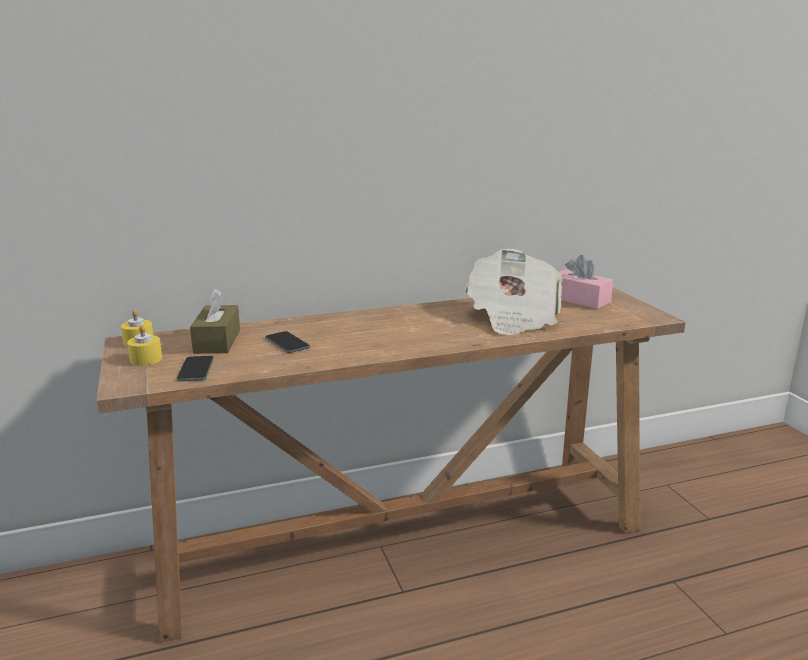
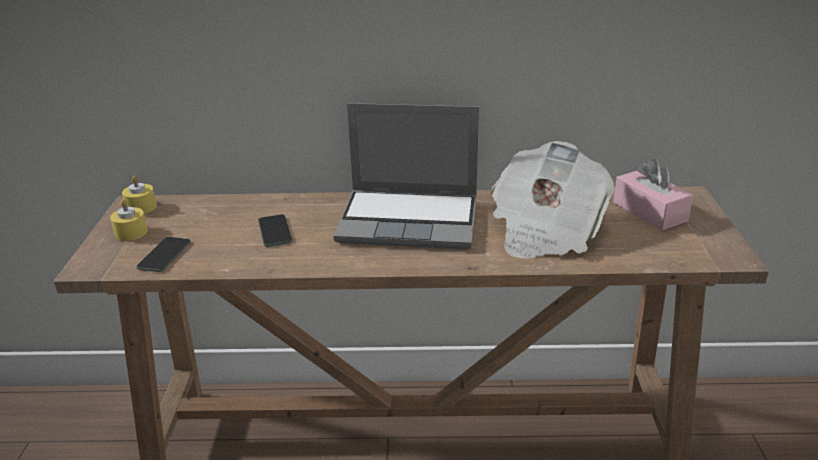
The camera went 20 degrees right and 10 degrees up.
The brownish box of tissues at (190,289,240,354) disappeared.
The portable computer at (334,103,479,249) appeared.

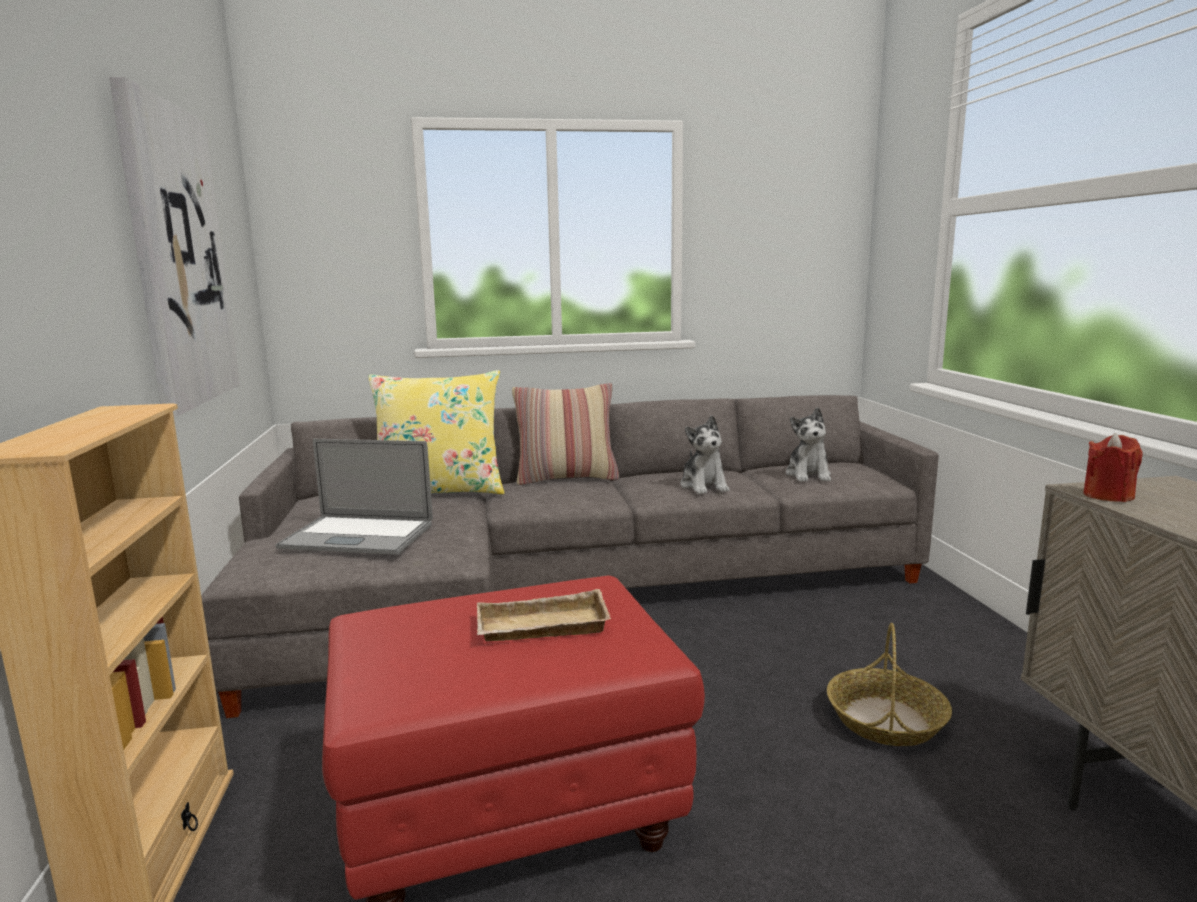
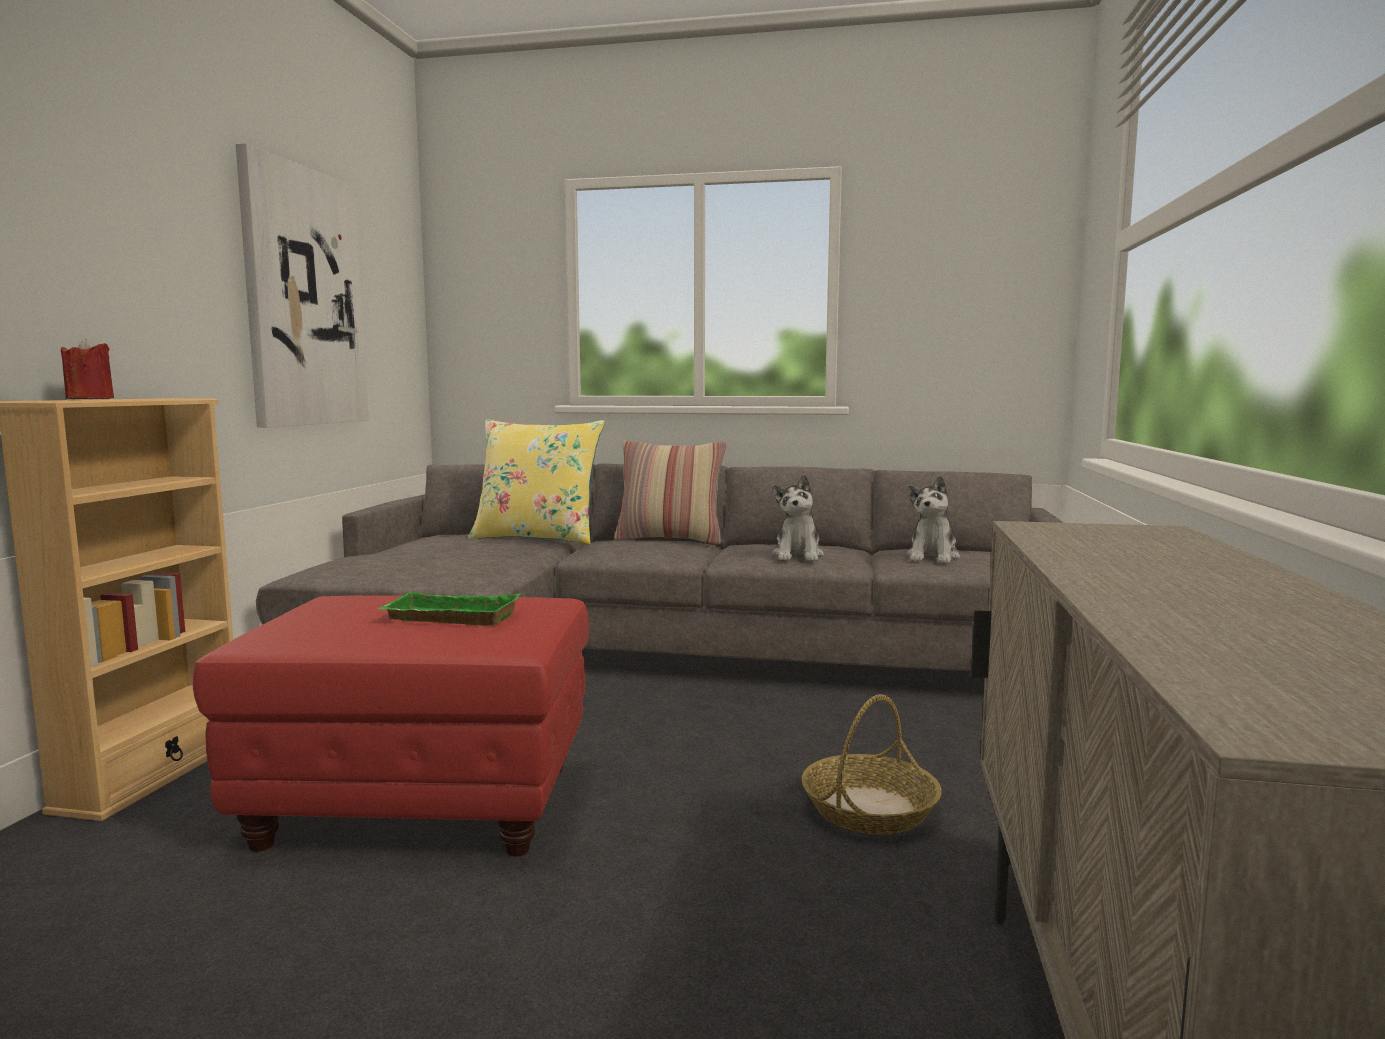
The camera went 20 degrees right and 5 degrees down.
The portable computer at (276,439,433,555) disappeared.
The red wax candle moved from (1083,433,1143,502) to (61,339,114,399).
The sand-coloured serving tray at (477,589,611,641) became the greenish serving tray at (378,592,520,626).

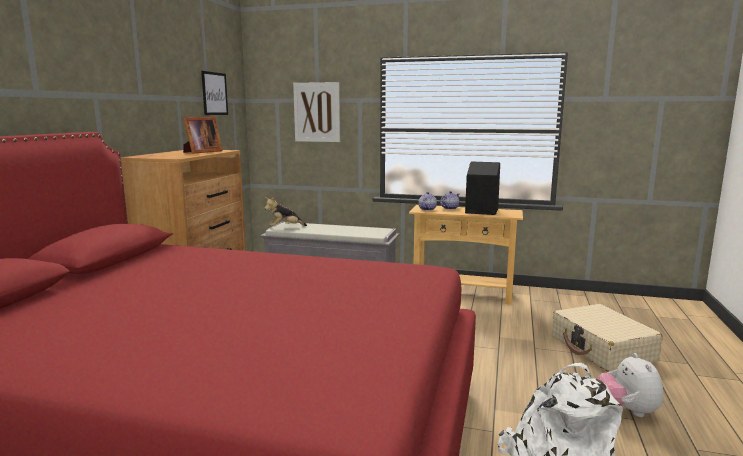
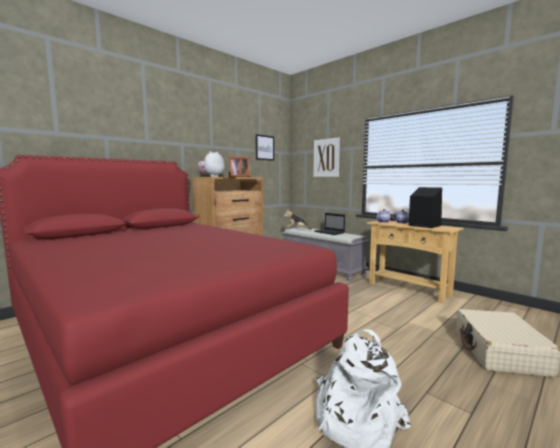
The camera went 30 degrees right and 5 degrees down.
The portable computer at (315,213,345,235) appeared.
The plush toy moved from (597,353,663,417) to (198,151,224,177).

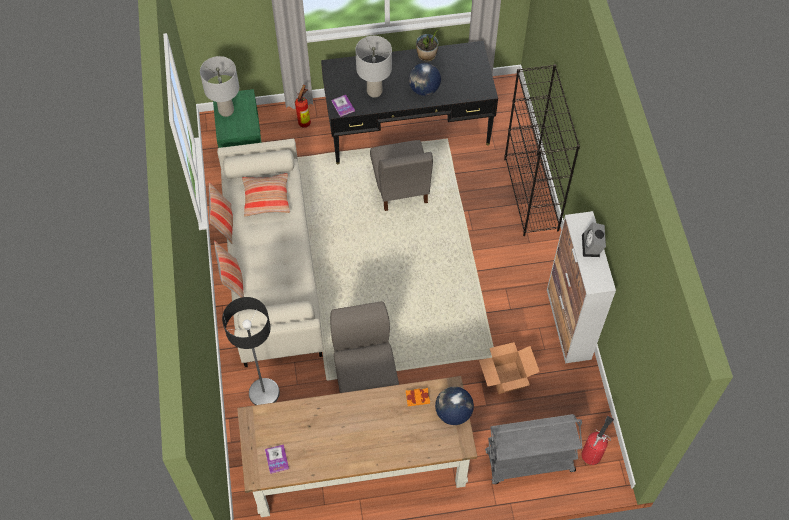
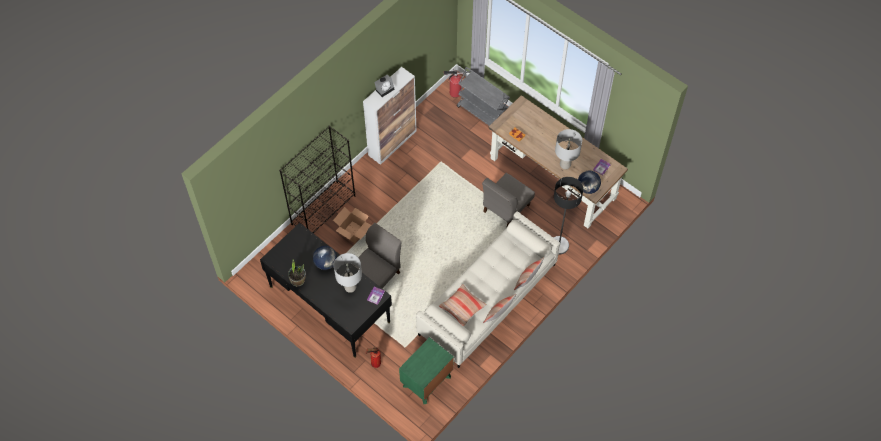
The camera went 130 degrees left and 0 degrees up.
The grey table lamp moved from (200,56,239,117) to (555,129,582,170).
The desk globe moved from (435,386,474,425) to (578,171,601,194).
The carton moved from (479,342,540,394) to (333,207,371,243).

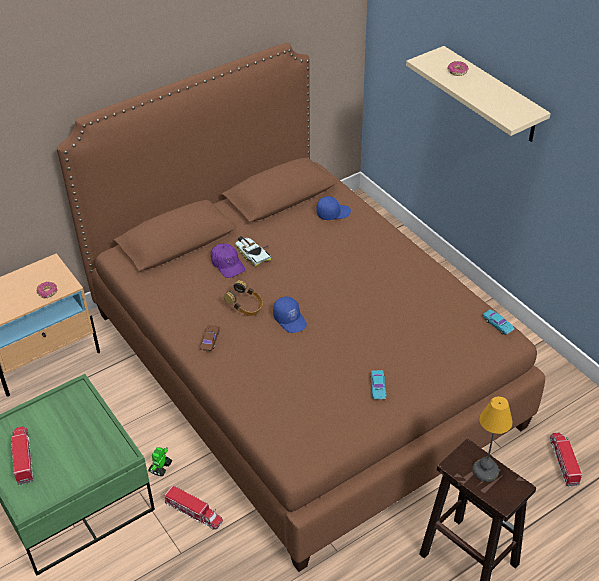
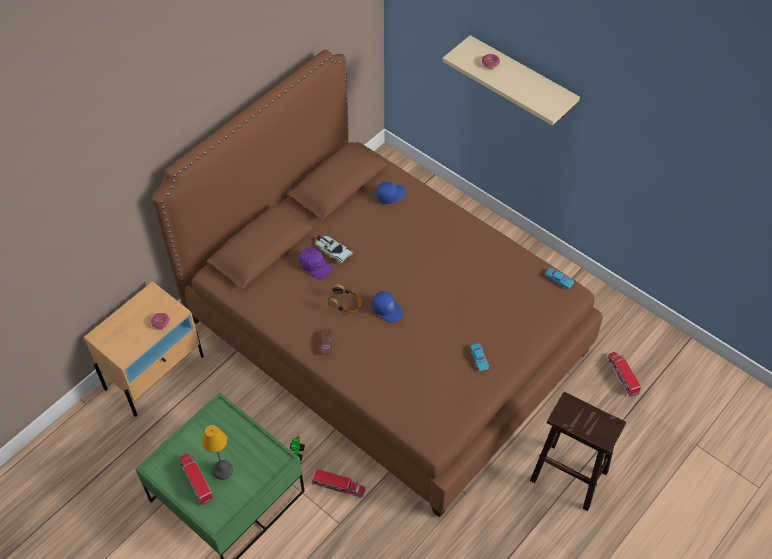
The camera went 15 degrees left and 10 degrees up.
The table lamp moved from (472,396,513,482) to (202,425,233,480).

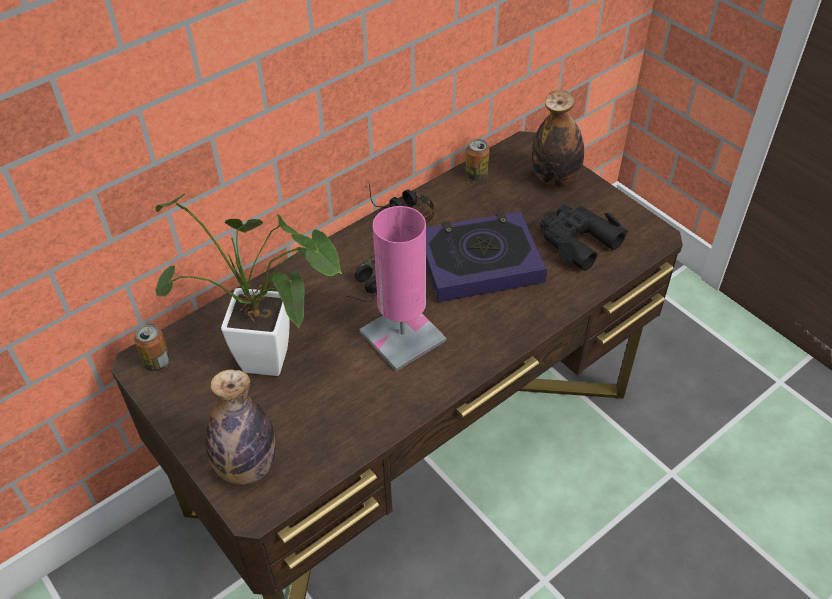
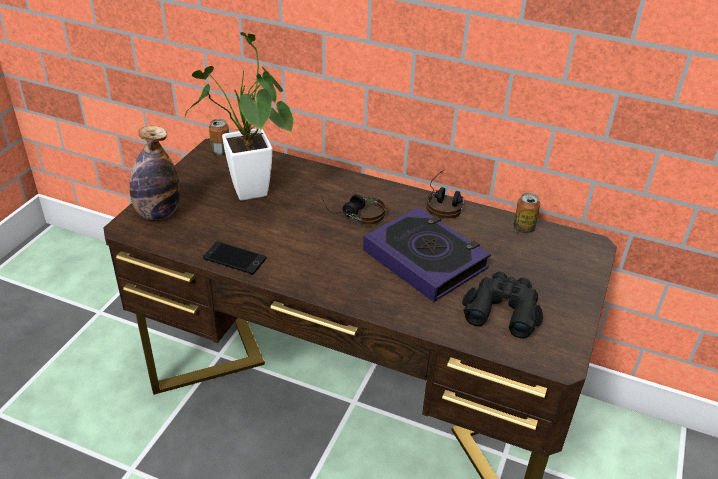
The camera went 60 degrees right and 10 degrees down.
The pink-coloured table lamp at (359,206,446,371) disappeared.
The drink bottle at (532,90,584,187) disappeared.
The telephone at (203,242,266,274) appeared.

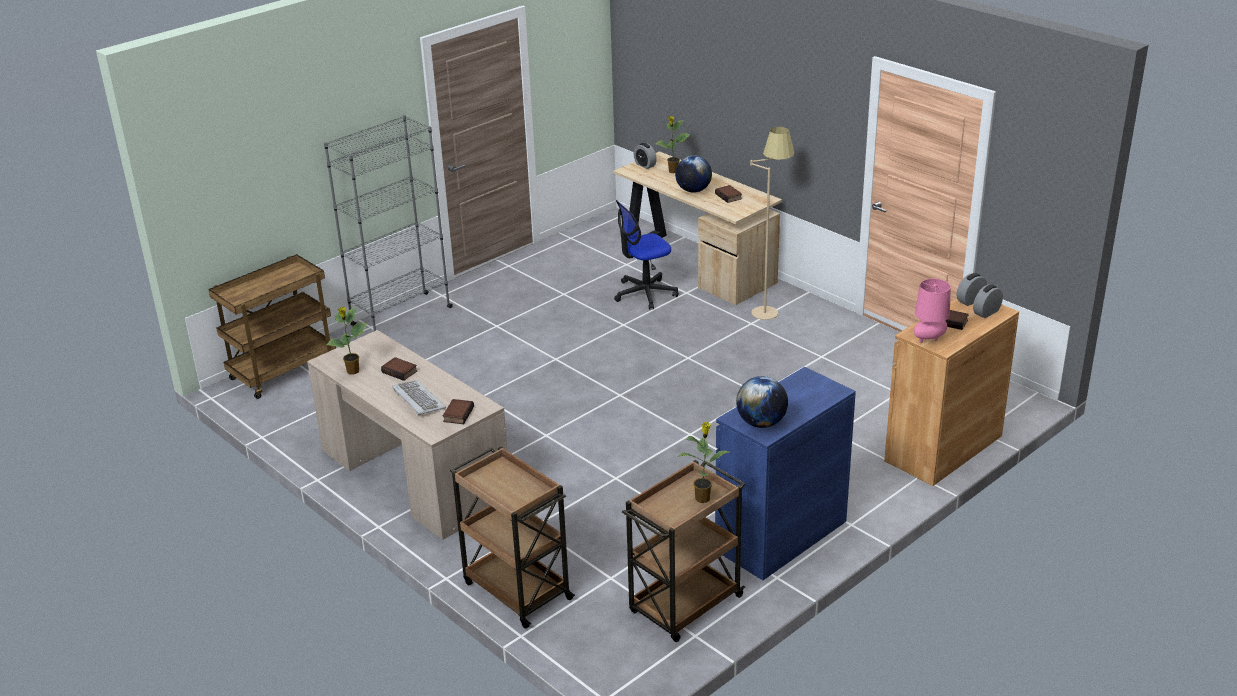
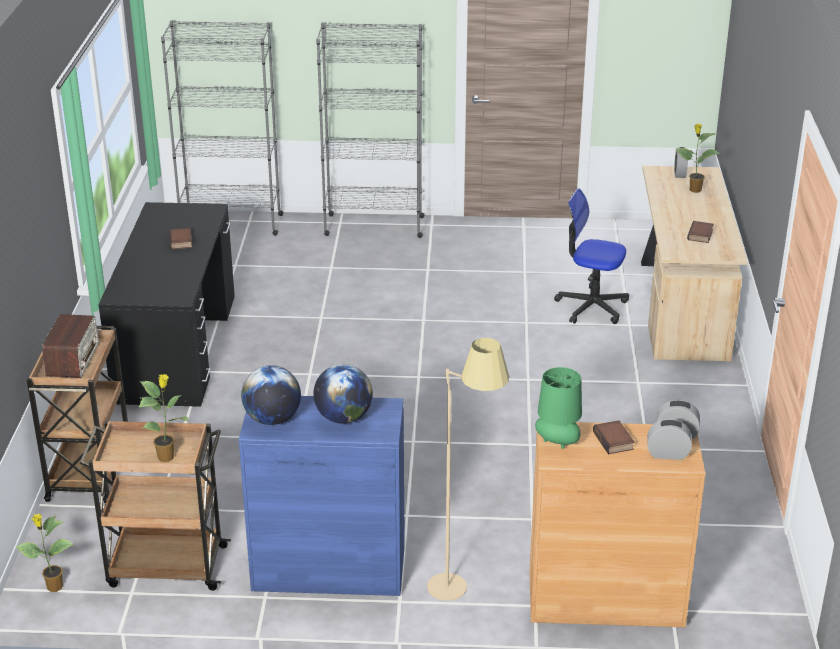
The camera went 45 degrees right and 0 degrees up.
The PC keyboard at (392,380,446,415) disappeared.
The book at (443,399,474,424) disappeared.
The radio set at (42,314,99,378) appeared.
The potted plant moved from (327,307,367,375) to (15,514,74,592).
The desk globe moved from (675,155,712,193) to (313,364,373,424).
The sand-coloured floor lamp moved from (750,127,794,320) to (427,338,509,601).
The brownish cart at (208,254,336,399) was replaced by the grey bookcase at (161,20,284,236).
The sand-coloured desk table at (307,330,508,540) became the blackish desk table at (98,202,235,407).
The pink-coloured table lamp at (914,279,951,343) became the greenish table lamp at (535,367,582,449).

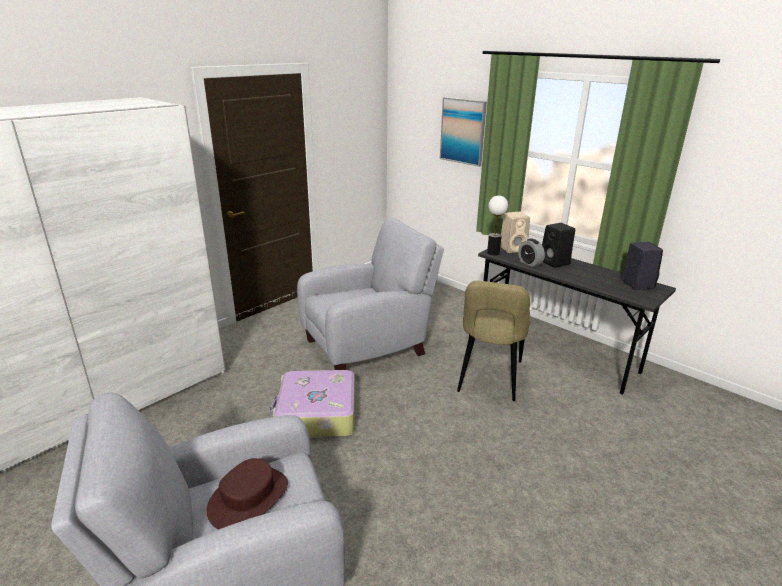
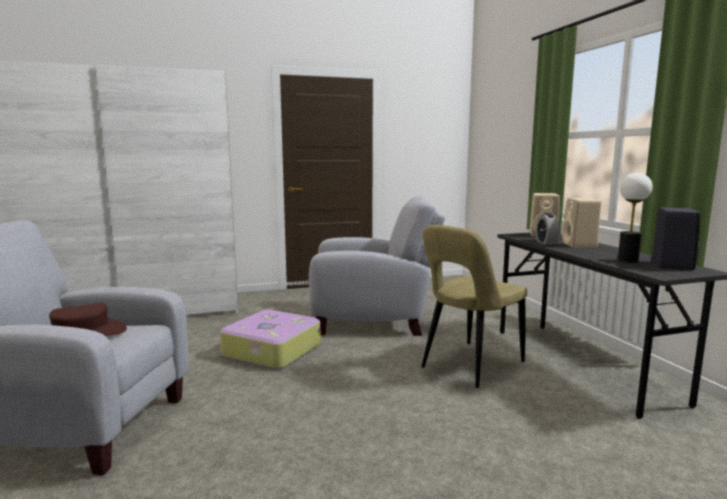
The camera went 30 degrees right and 15 degrees down.
The wall art at (440,97,487,167) disappeared.
The table lamp moved from (487,196,508,255) to (618,173,652,262).
The blackish loudspeaker at (542,223,575,268) became the sand-coloured loudspeaker at (562,198,601,248).

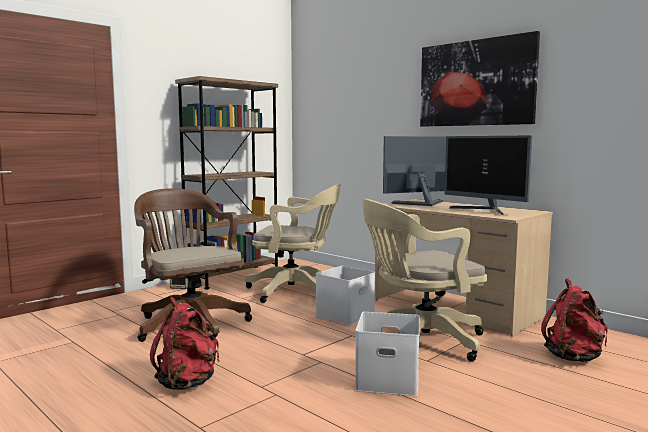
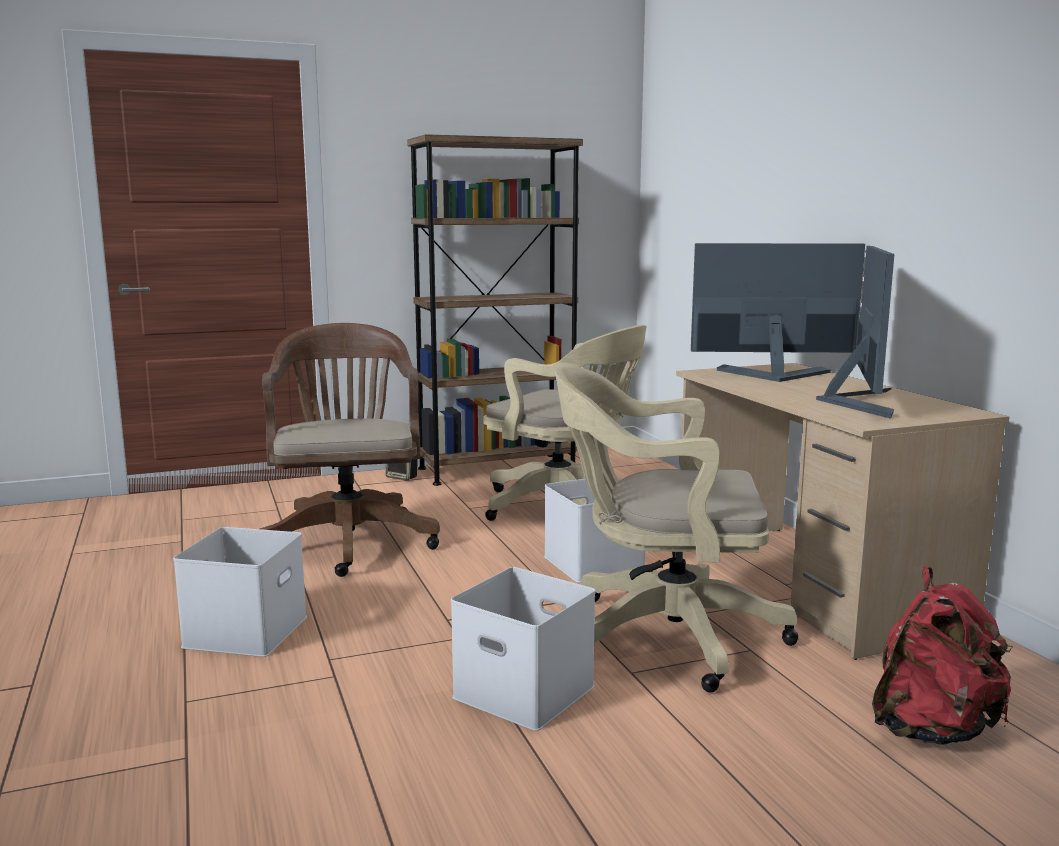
The camera went 25 degrees right and 5 degrees up.
The wall art at (420,31,540,127) disappeared.
The red rucksack at (150,297,219,390) was replaced by the white-coloured storage container at (173,527,307,657).
The computer display at (444,136,532,215) turned 150 degrees counterclockwise.

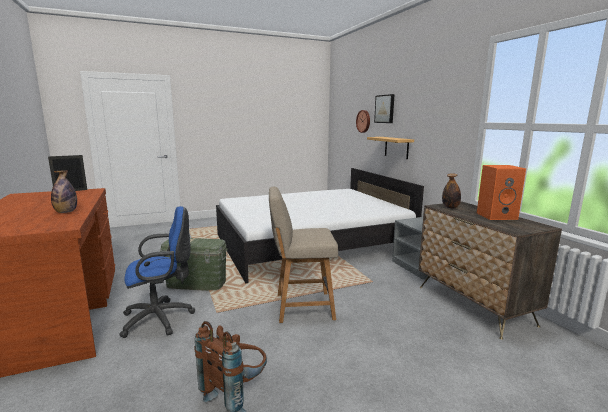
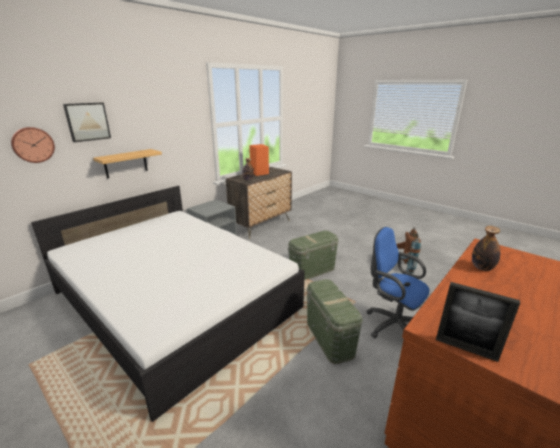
The camera went 115 degrees left and 10 degrees up.
The sand-coloured chair at (269,187,338,323) was replaced by the greenish storage container at (288,230,339,280).

